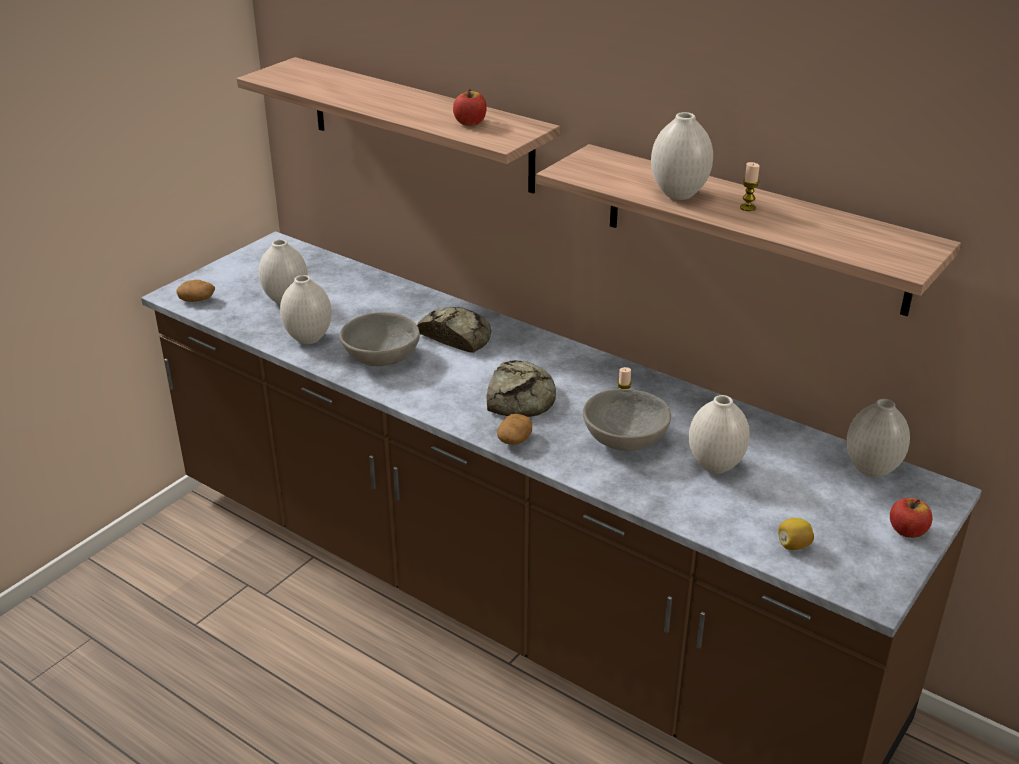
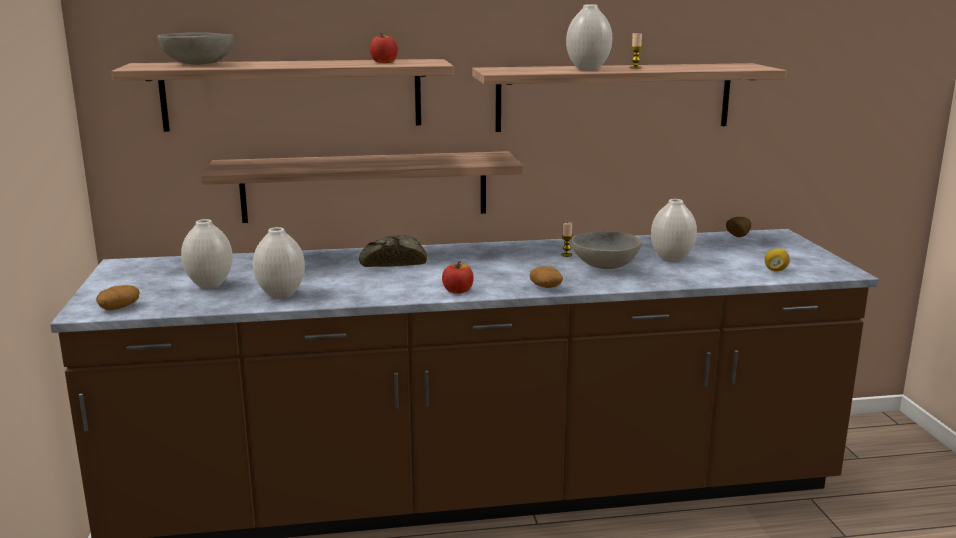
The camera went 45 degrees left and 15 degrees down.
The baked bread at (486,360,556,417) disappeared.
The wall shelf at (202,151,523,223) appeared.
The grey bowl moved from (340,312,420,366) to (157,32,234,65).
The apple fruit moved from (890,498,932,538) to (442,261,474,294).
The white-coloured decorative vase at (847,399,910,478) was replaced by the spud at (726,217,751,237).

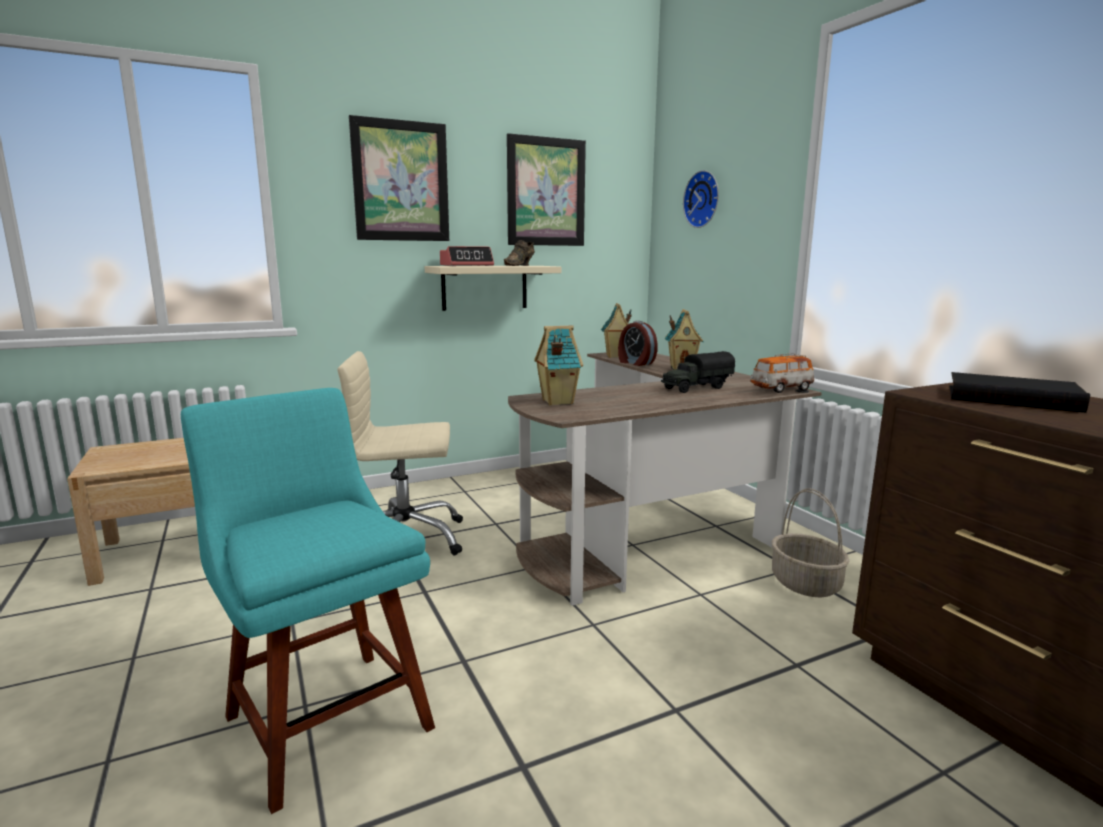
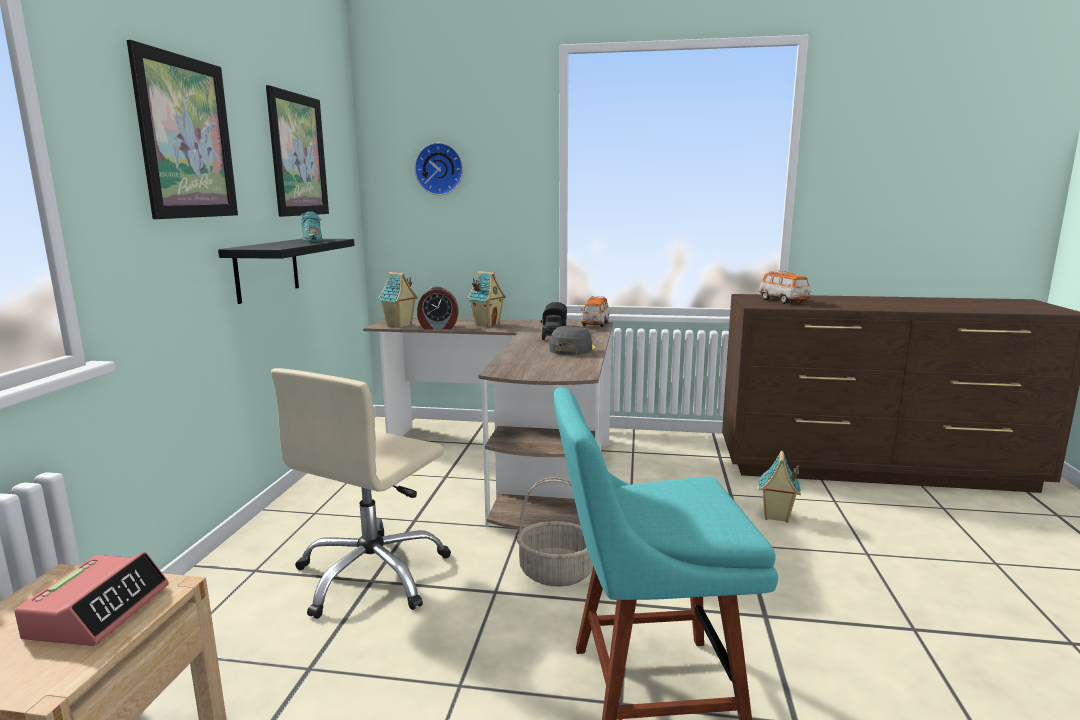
The camera went 55 degrees left and 0 degrees up.
The grey cap at (550,326,595,355) appeared.
The bedside clock moved from (440,246,494,266) to (14,552,169,646).
The toy house moved from (534,325,583,405) to (759,450,801,523).
The basket moved from (772,488,849,598) to (517,477,593,587).
The blackish book at (949,372,1090,413) was replaced by the miniature car at (759,270,811,304).
The sand-coloured wall shelf at (425,266,561,311) became the blackish wall shelf at (218,239,355,304).
The brownish low shoe at (504,240,535,266) became the blue-green low shoe at (301,211,322,242).

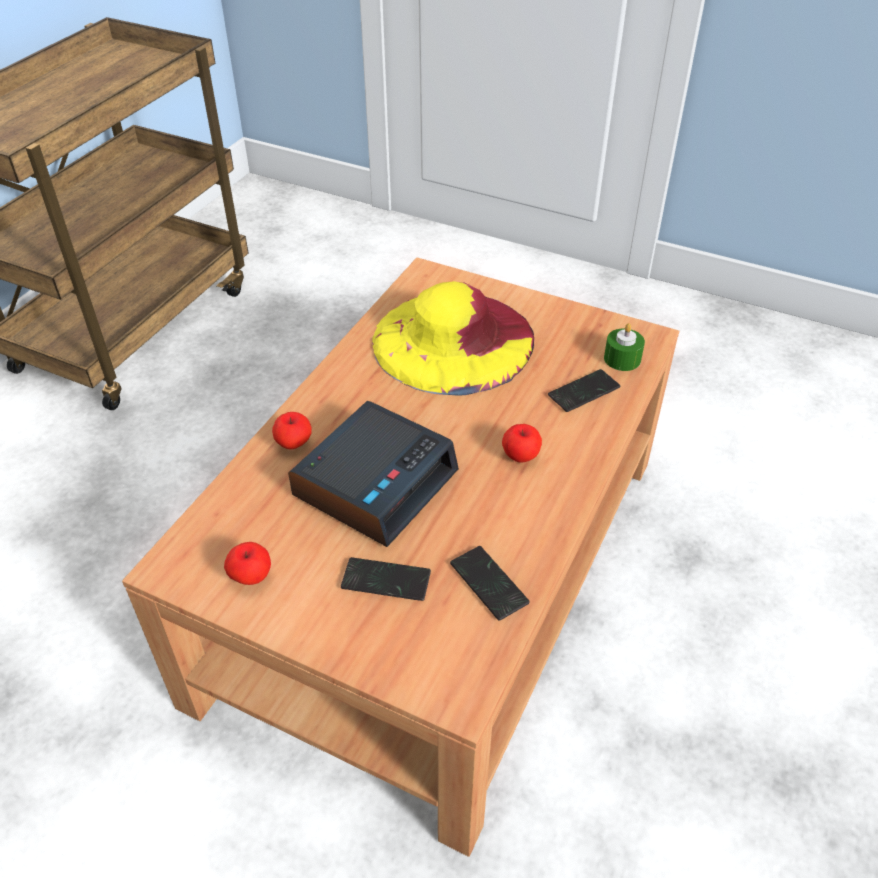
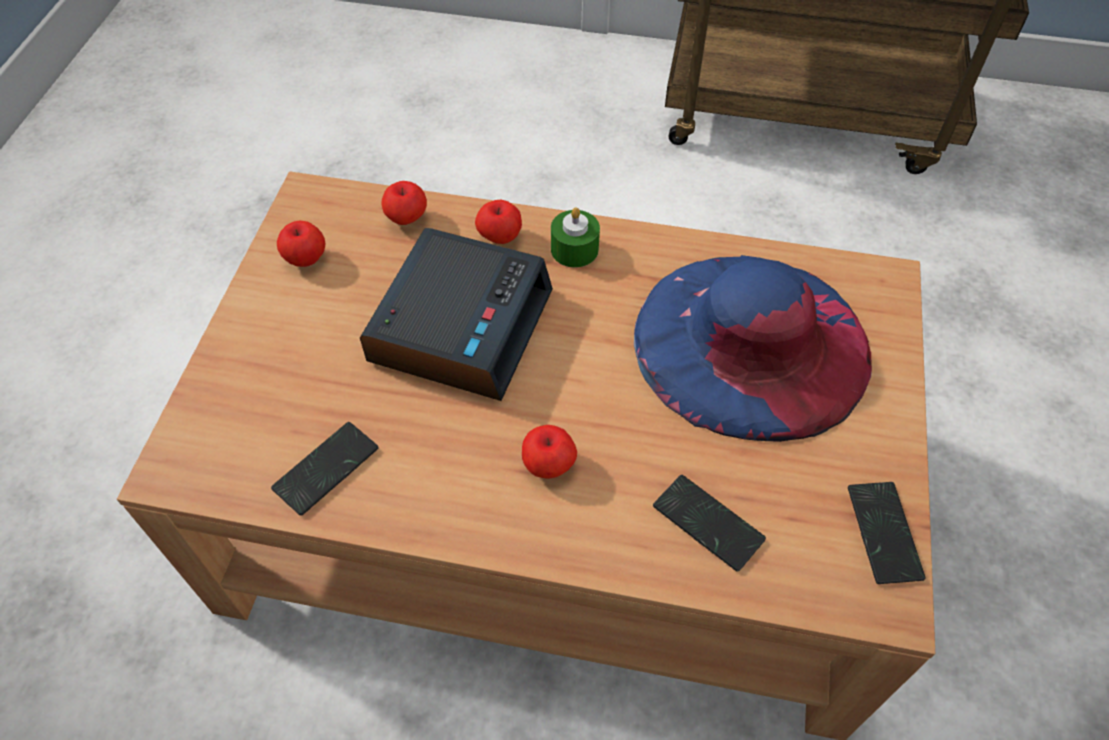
The camera went 75 degrees right and 10 degrees up.
The apple fruit at (381,181,427,225) appeared.
The telephone moved from (341,557,431,601) to (848,482,926,584).
The greenish wax candle moved from (604,323,645,371) to (551,208,600,268).
The yellow-coloured clothing hat at (372,281,534,396) became the blue-coloured clothing hat at (634,255,872,442).
The bedside clock at (288,401,459,547) turned 90 degrees counterclockwise.

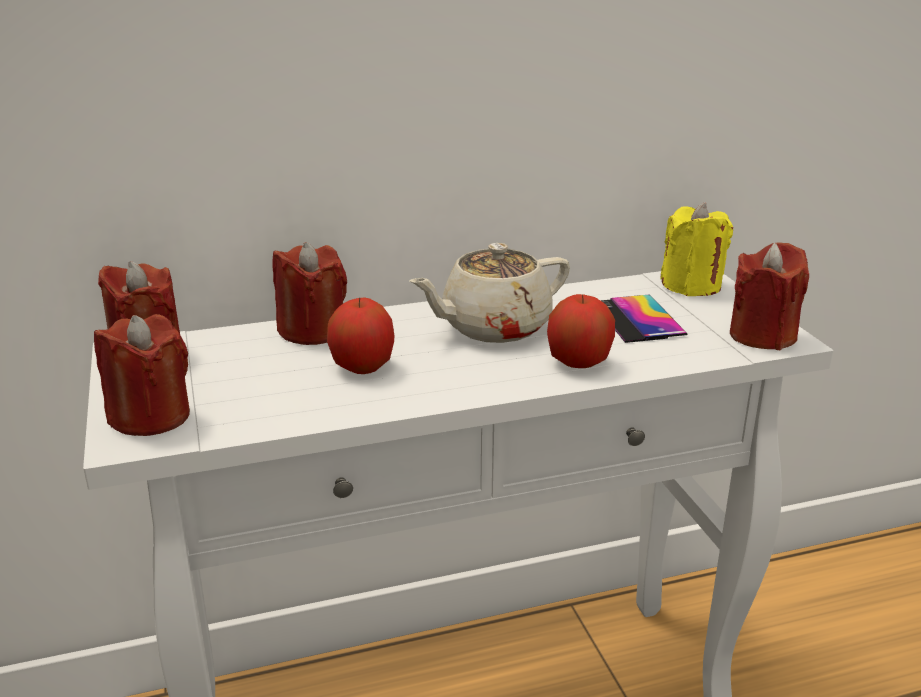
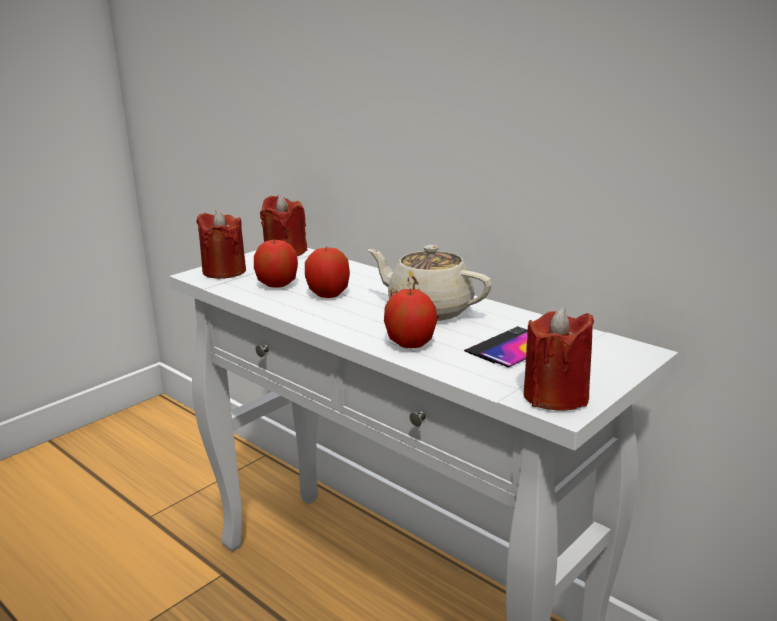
The camera went 60 degrees right and 5 degrees down.
The red wax candle at (273,242,347,345) disappeared.
The yellow-coloured wax candle at (660,202,733,296) disappeared.
The apple fruit at (254,240,298,287) appeared.

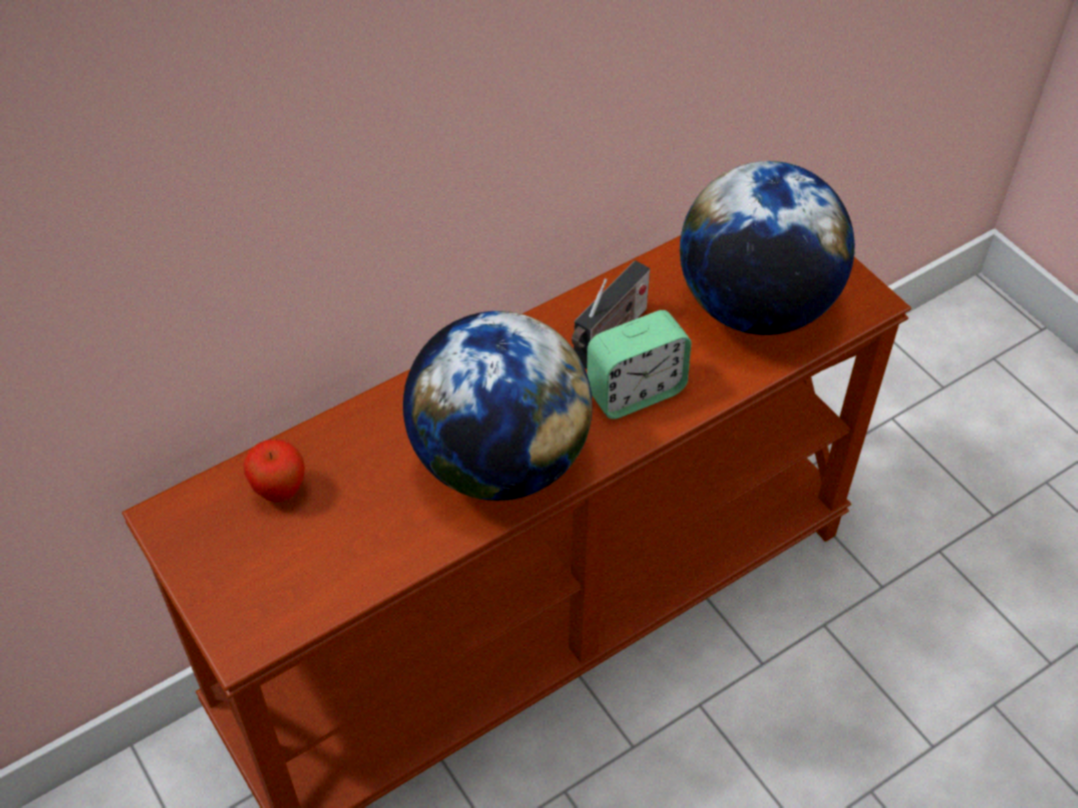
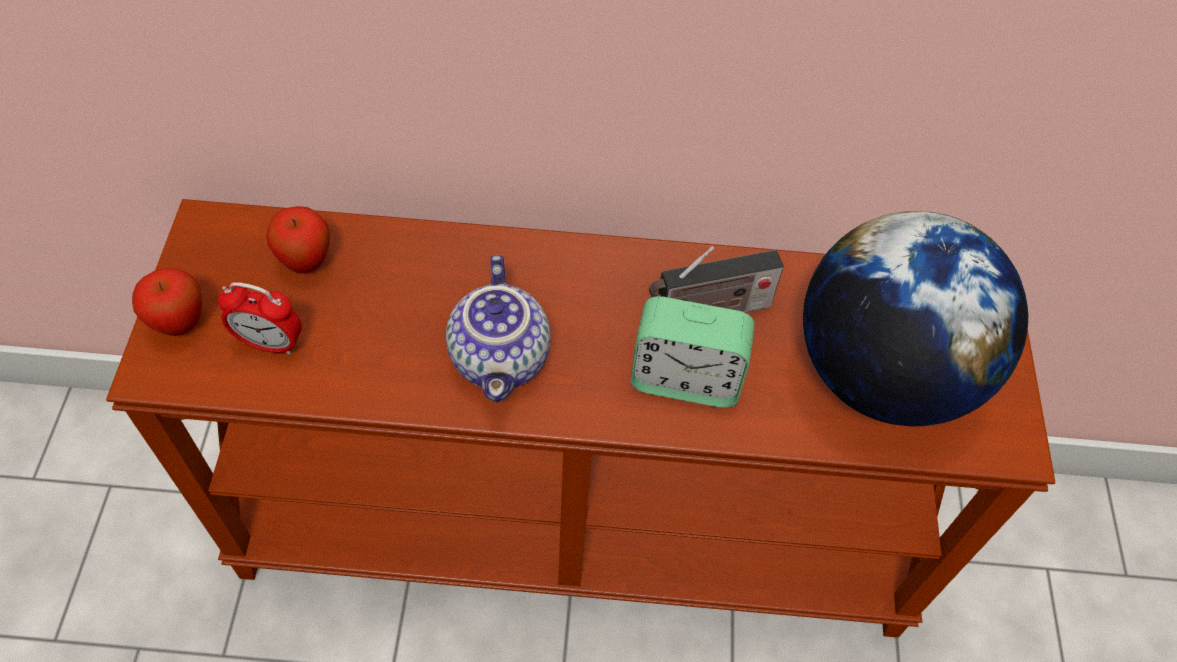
The camera went 35 degrees right and 5 degrees up.
The apple fruit at (132,268,202,336) appeared.
The bedside clock at (218,282,302,355) appeared.
The desk globe at (403,311,592,501) was replaced by the pot for tea at (446,255,551,402).

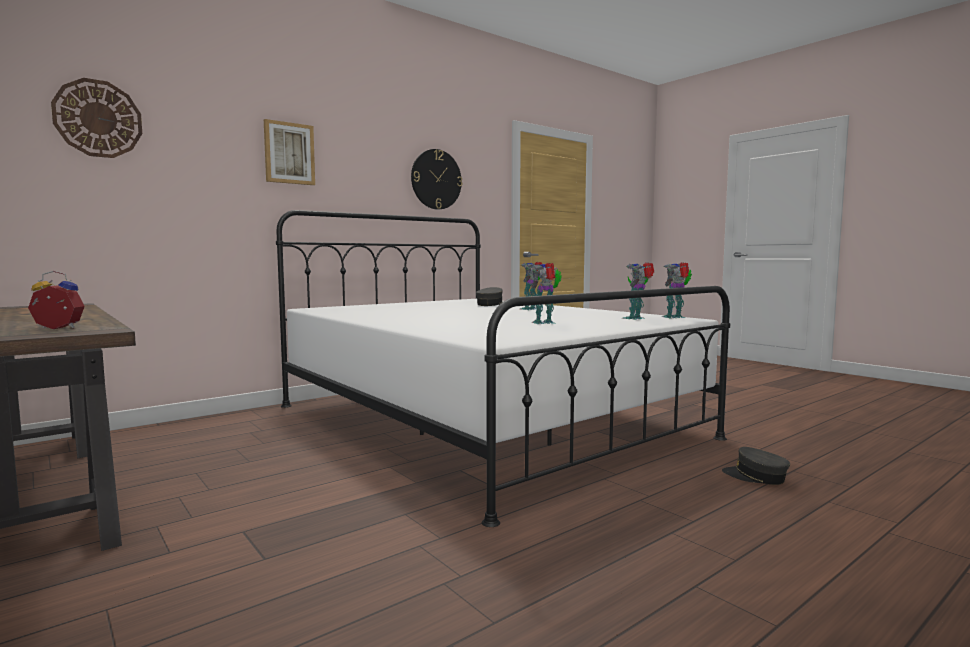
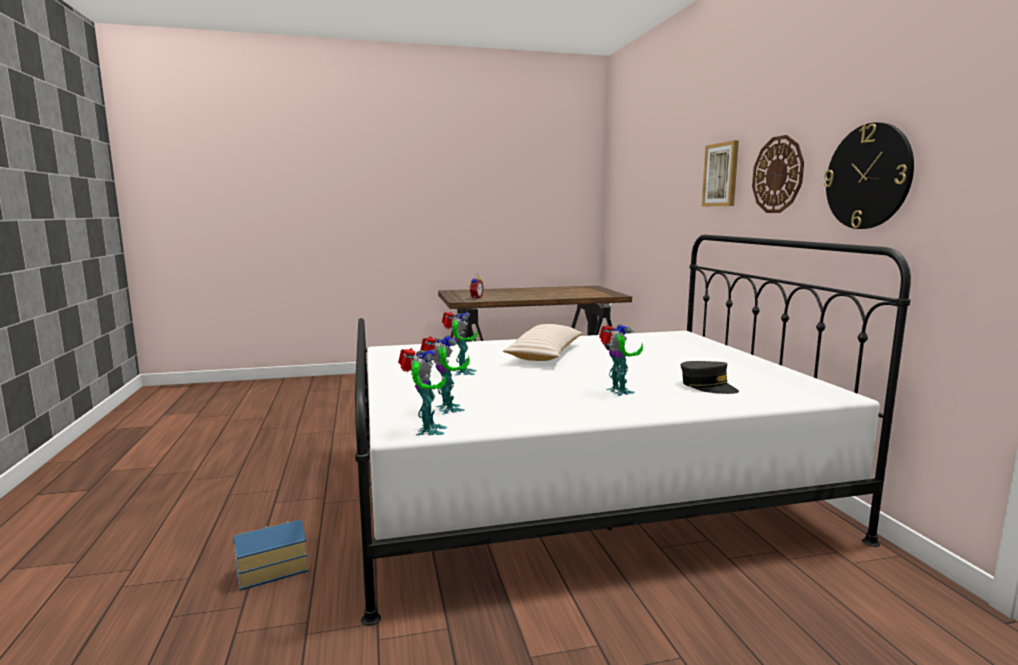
The camera went 115 degrees right and 5 degrees up.
The sand-coloured throw pillow at (503,324,583,361) appeared.
The wall clock moved from (51,78,142,158) to (752,135,804,213).
The grey cap at (722,447,790,485) was replaced by the toy house at (233,519,308,591).

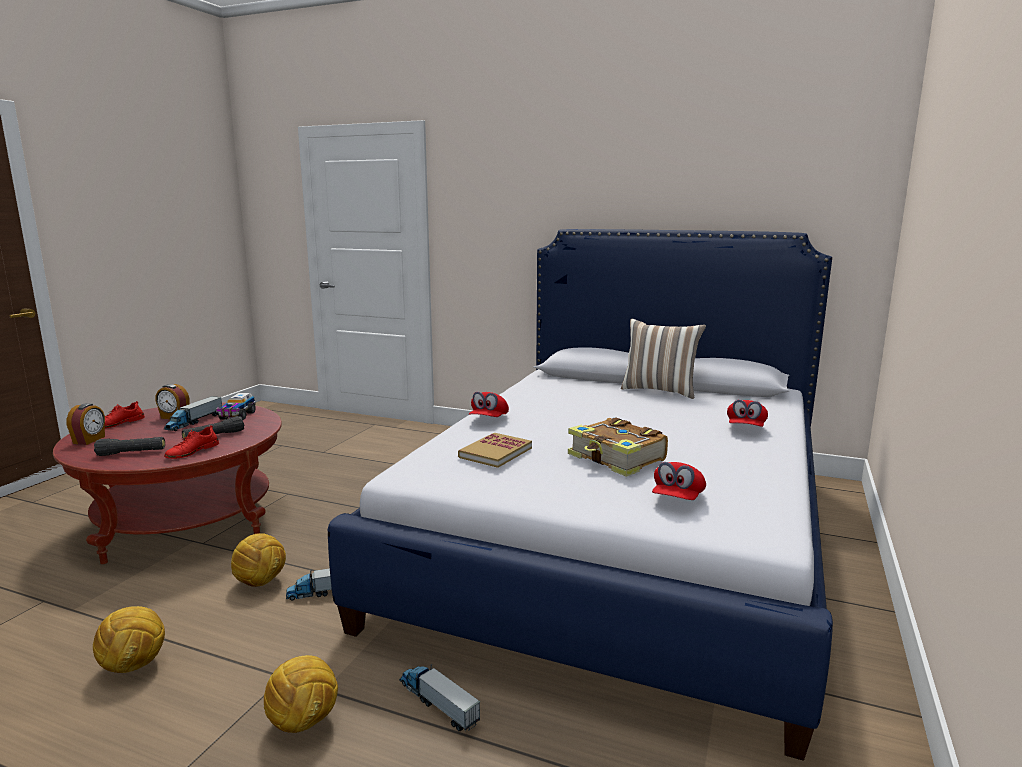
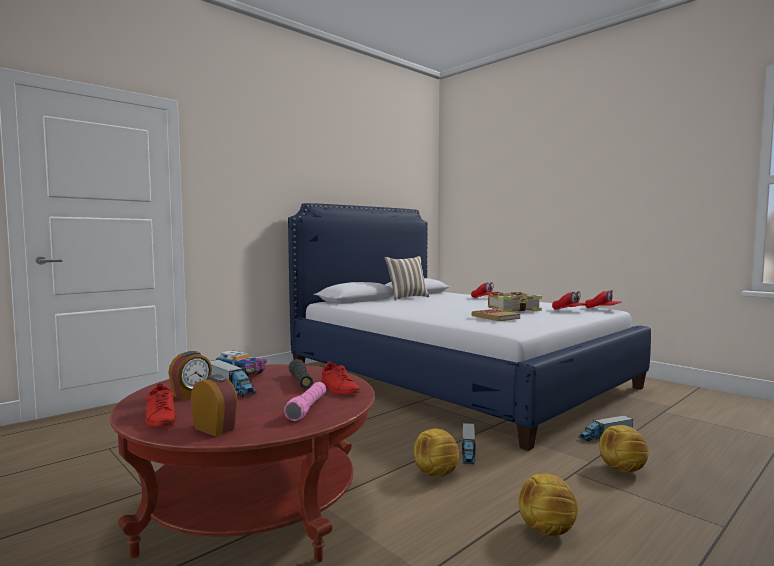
The camera went 65 degrees left and 10 degrees down.
The red cap moved from (469,392,509,417) to (585,290,621,308).
The blackish torch at (94,437,165,456) became the pink-coloured torch at (284,382,326,421).

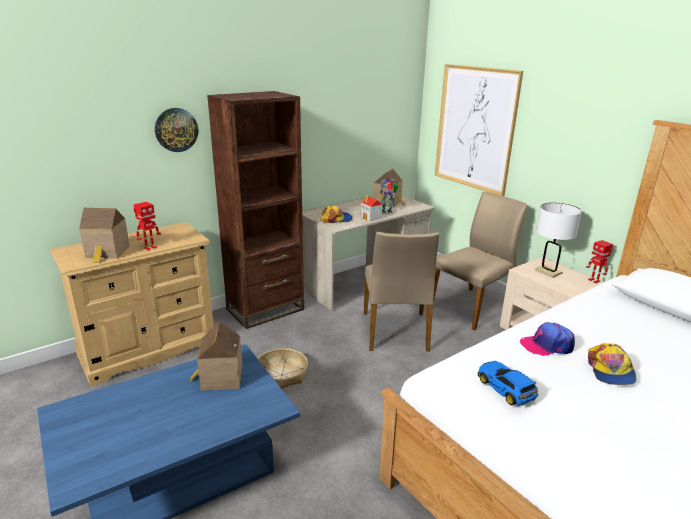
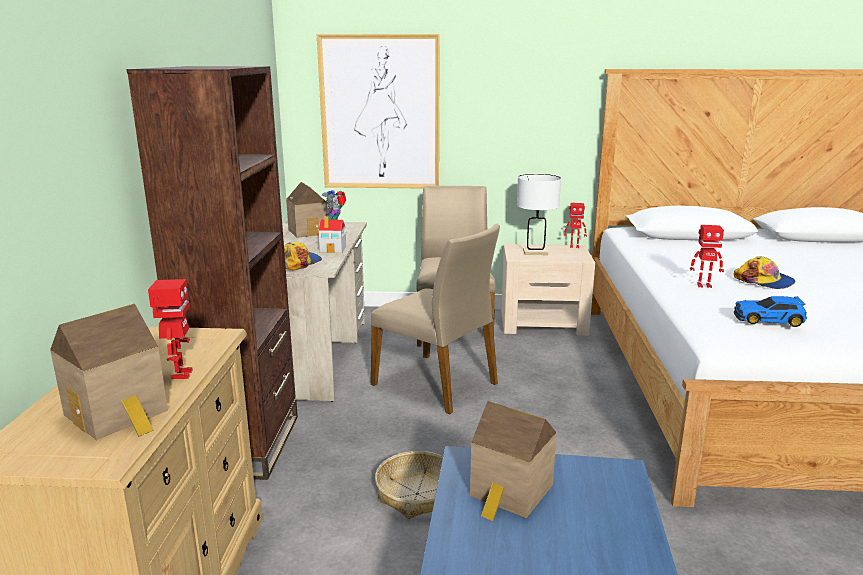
The camera went 50 degrees left and 5 degrees down.
The wall clock at (155,108,198,152) disappeared.
The cap at (520,322,575,356) was replaced by the model robot at (690,225,724,288).

